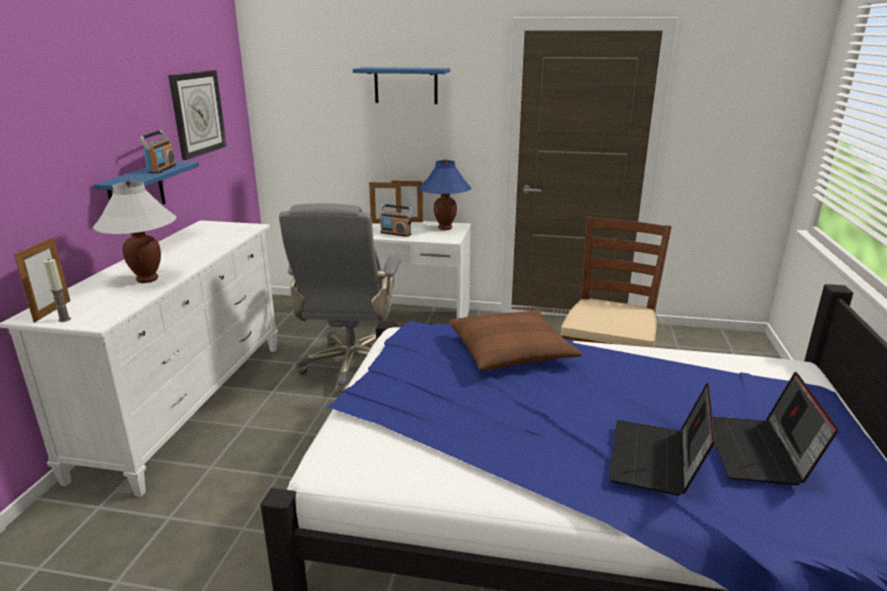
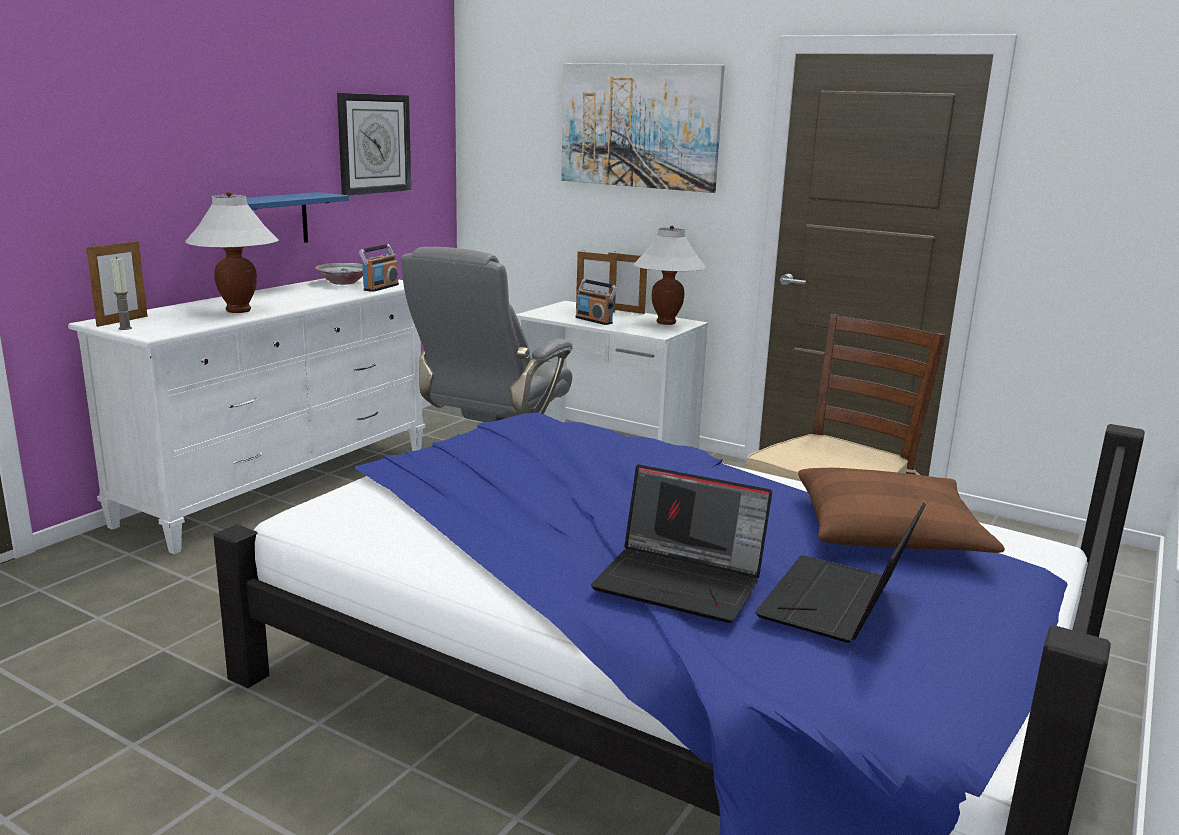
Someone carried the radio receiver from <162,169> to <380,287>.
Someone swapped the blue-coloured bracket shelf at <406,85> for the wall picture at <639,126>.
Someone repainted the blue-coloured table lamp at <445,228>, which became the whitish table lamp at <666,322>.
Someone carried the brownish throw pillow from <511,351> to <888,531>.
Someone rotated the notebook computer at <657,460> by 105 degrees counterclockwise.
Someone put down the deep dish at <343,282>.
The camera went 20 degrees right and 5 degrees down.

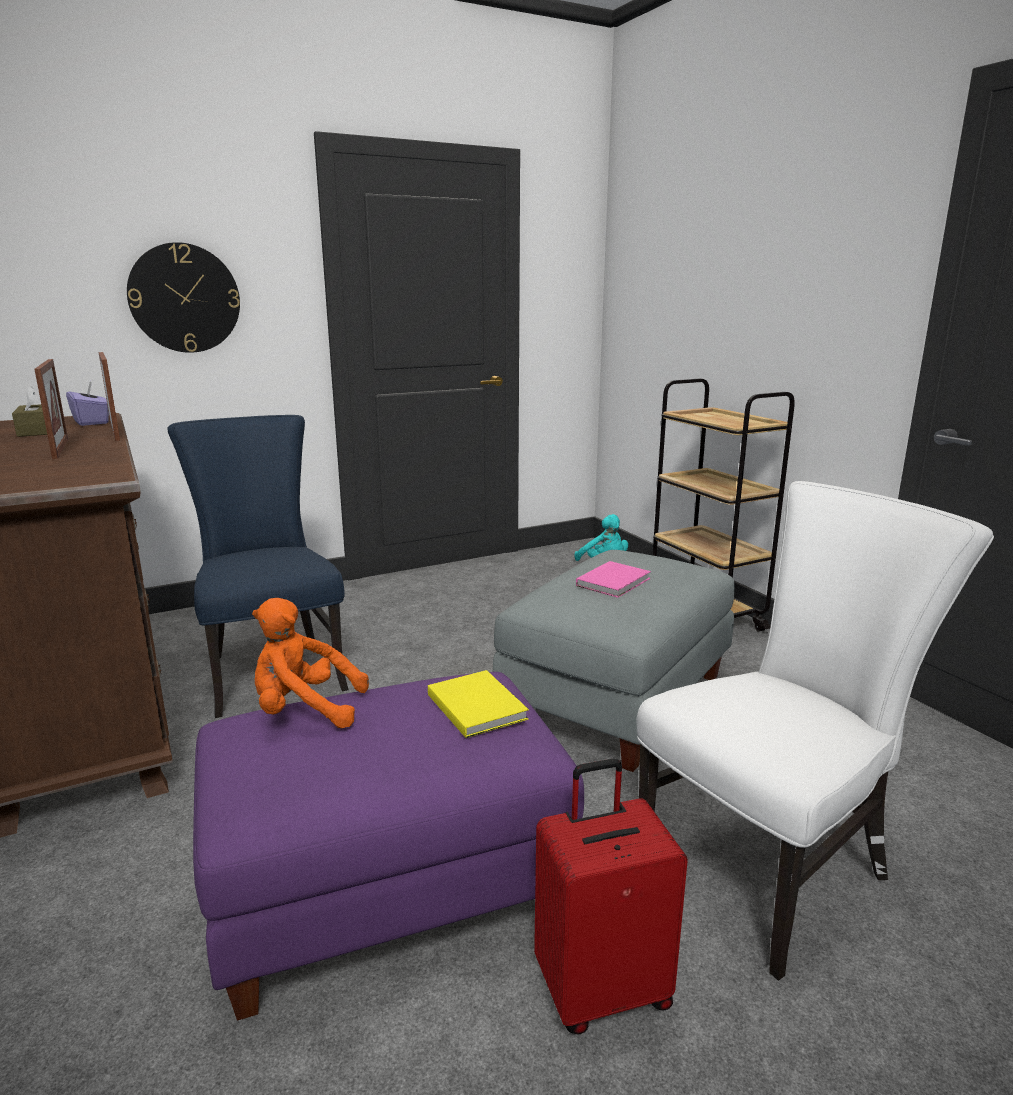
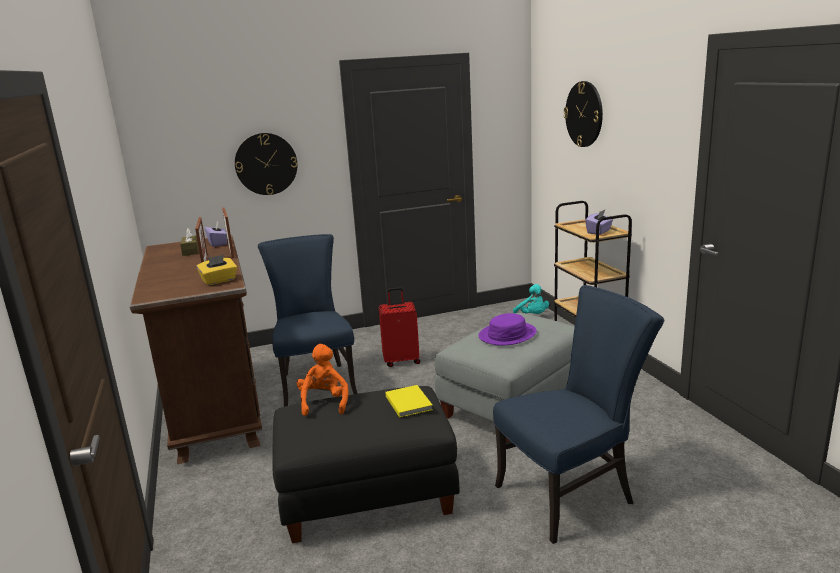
Someone repainted the purple pouffe at <390,888>, which became the blackish pouffe at <368,494>.
Someone rotated the orange plush toy at <304,710> by 75 degrees clockwise.
Someone carried the reddish travel case from <602,988> to <401,360>.
Someone swapped the pink volume at <615,582> for the purple wearable hat at <507,335>.
Someone repainted the whitish plain chair at <771,863>, which became the blue-coloured plain chair at <571,493>.
Someone put down the yellowish tissue holder at <219,281>.
Someone put up the clock on the wall at <584,114>.
Someone put down the purple tissue holder at <599,231>.
The camera went 10 degrees right and 0 degrees up.

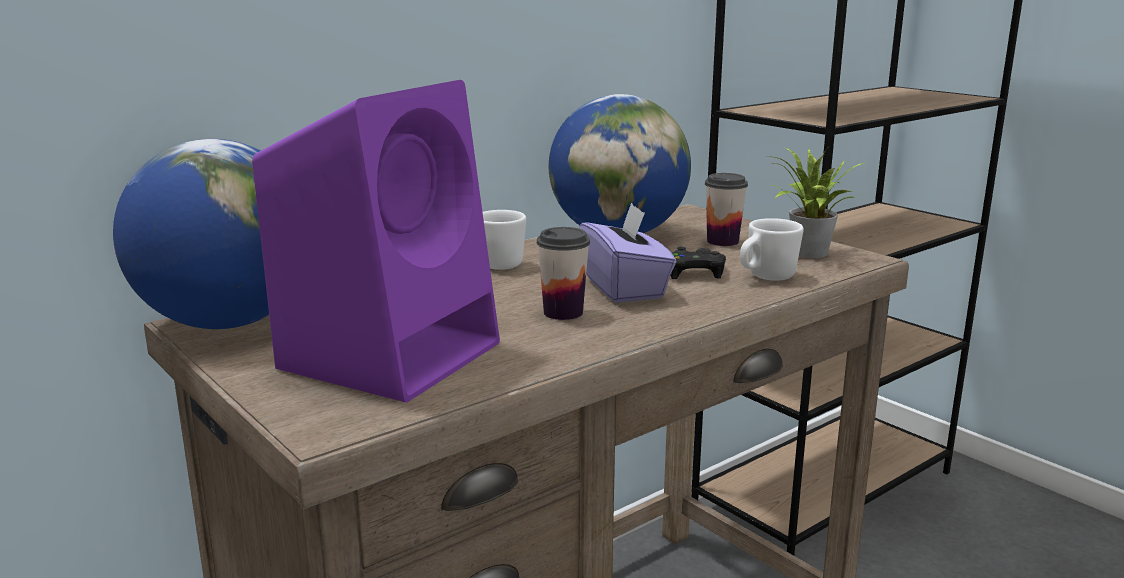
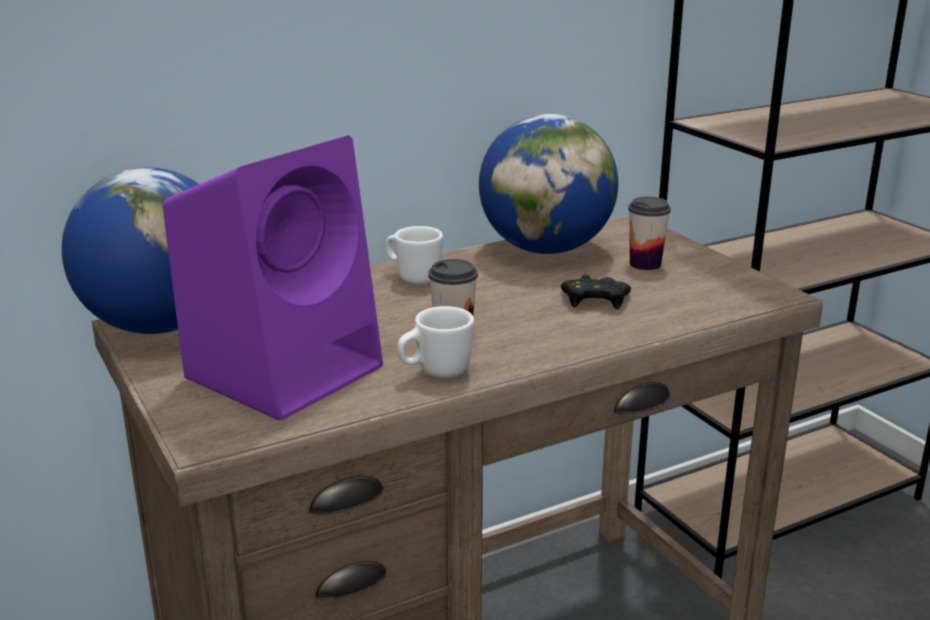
Someone took away the purple tissue holder at <625,288>.
Someone carried the whitish coffee mug from <765,278> to <435,372>.
Someone took away the potted plant at <806,253>.
The camera went 10 degrees right and 5 degrees up.

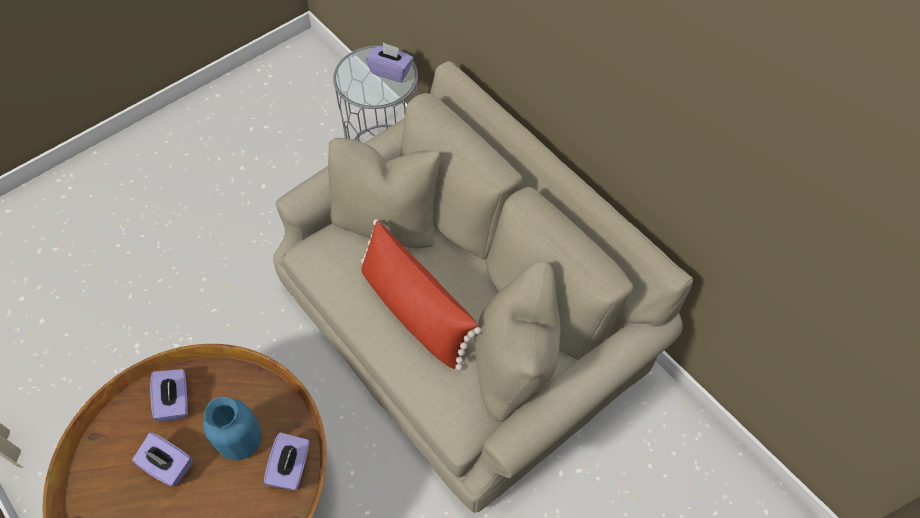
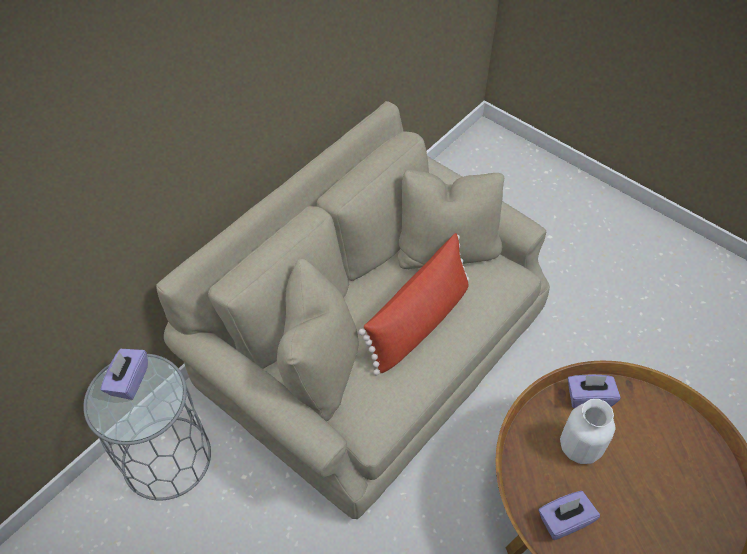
Someone took away the purple tissue holder at <168,466>.
Someone repainted the blue-coloured decorative vase at <240,440>, which became the whitish decorative vase at <580,446>.
The camera went 100 degrees left and 5 degrees down.

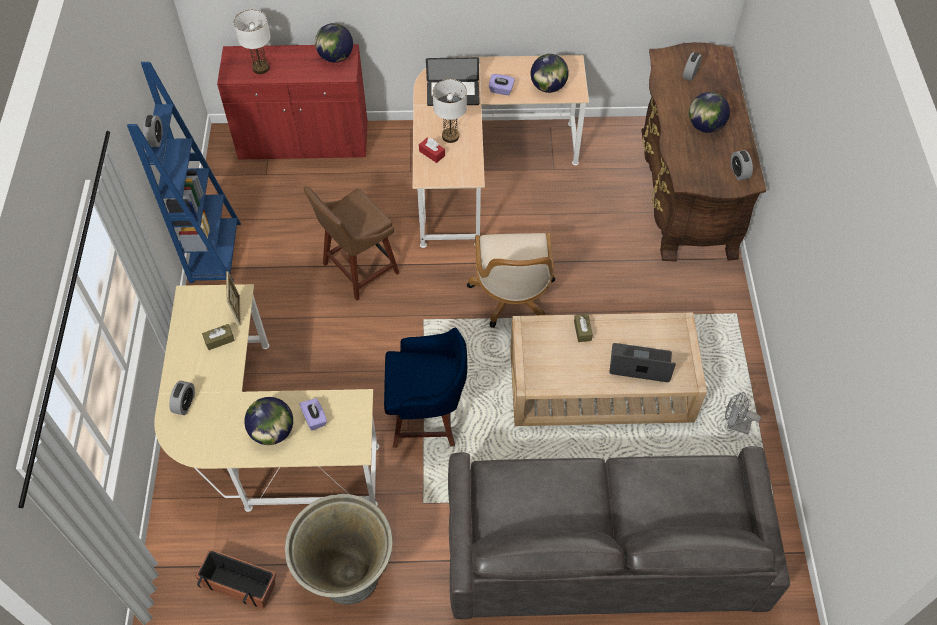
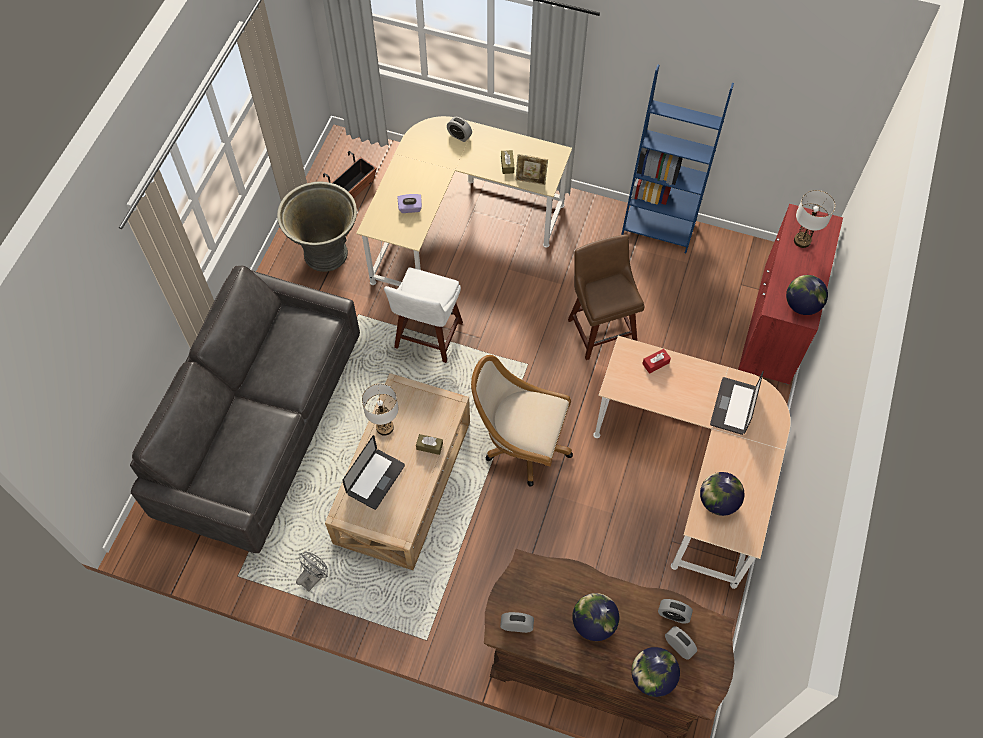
Someone carried the table clock from <155,139> to <673,614>.
Someone carried the desk globe from <272,432> to <652,677>.
Someone swapped the blue-coloured sitting stool at <427,421> for the whitish plain chair at <427,338>.
Someone carried the table lamp from <450,136> to <385,427>.
Someone took away the purple tissue holder at <501,90>.
The camera went 110 degrees right and 5 degrees up.

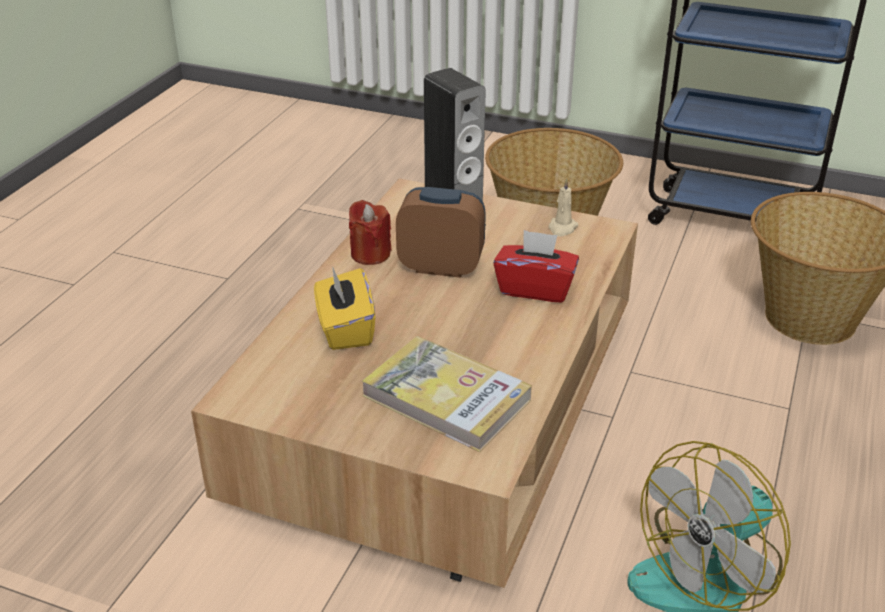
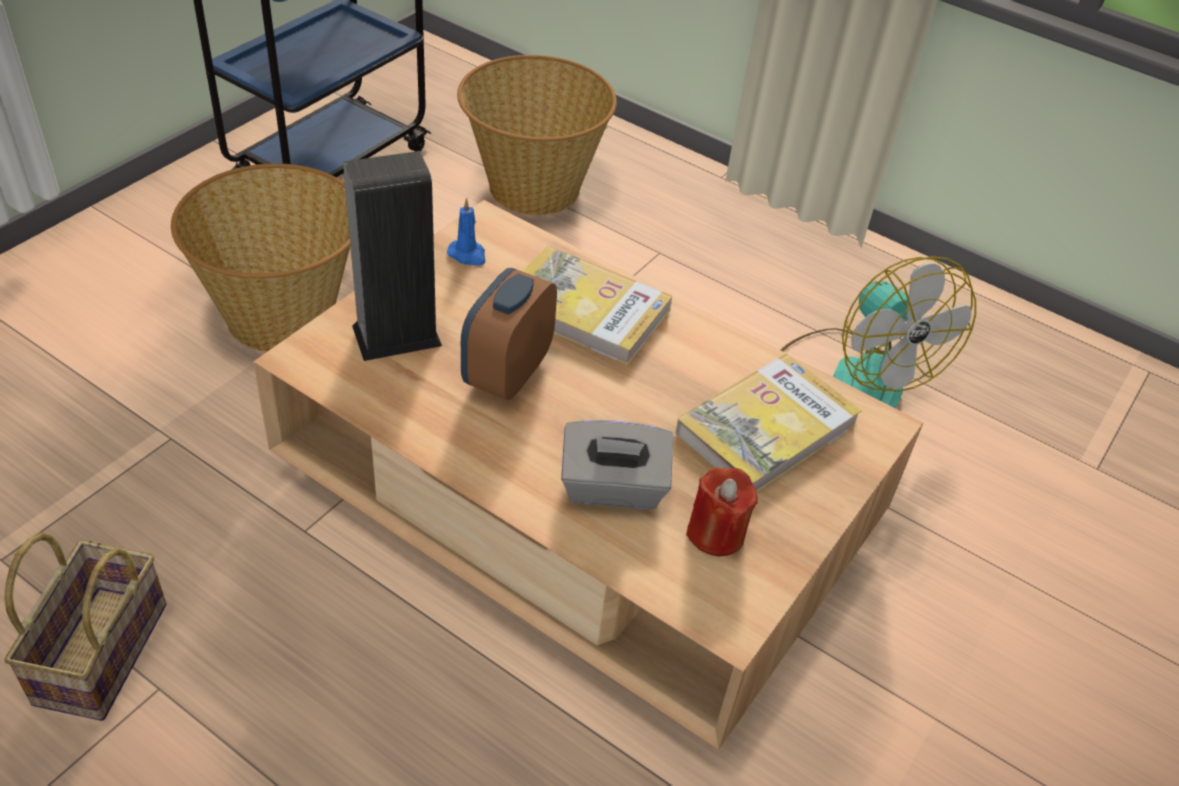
Someone repainted the yellowish tissue holder at <345,329>, which became the gray tissue holder at <613,488>.
Someone carried the reddish wax light from <370,254> to <716,533>.
Someone swapped the reddish tissue holder at <535,288> for the volume at <585,310>.
Someone repainted the beige-coloured wax light at <562,228>, which became the blue-coloured wax light at <468,255>.
Someone put down the household basket at <100,649>.
The camera went 80 degrees left and 10 degrees up.

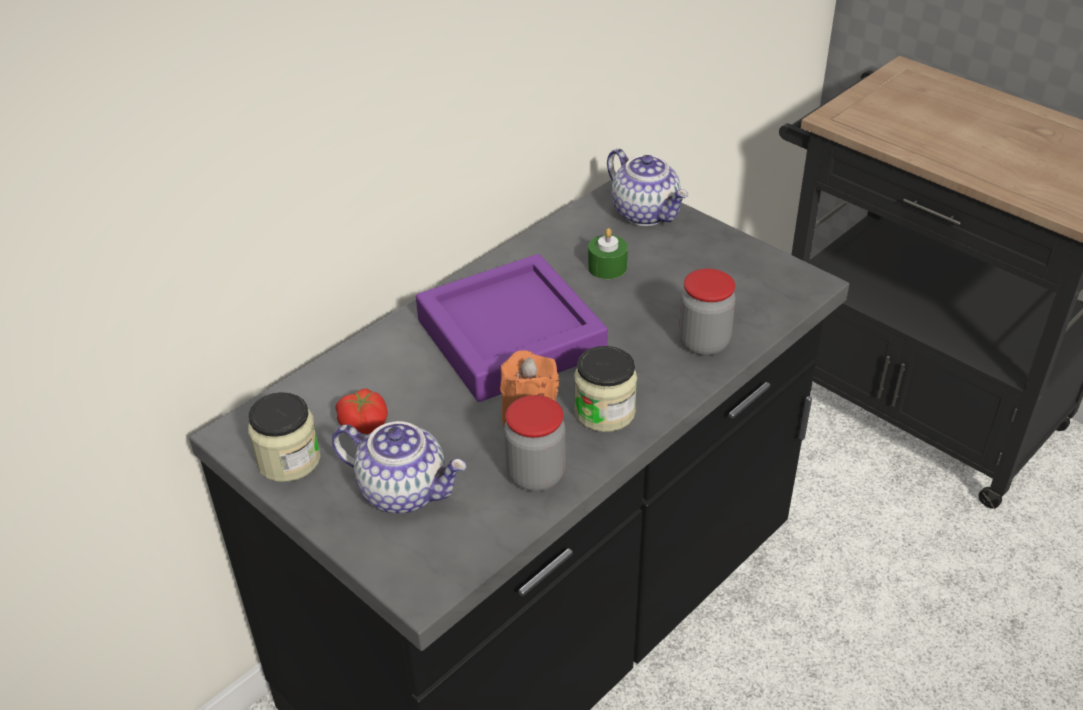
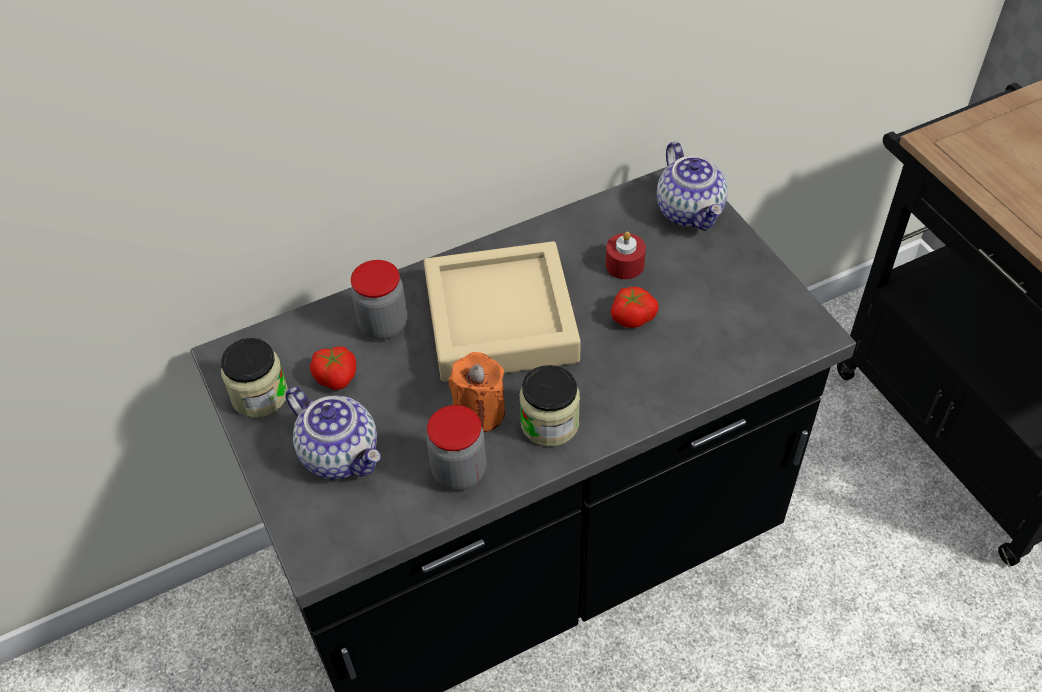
Someone repainted the purple tray at <510,338>, which became the beige-coloured tray at <500,320>.
Someone repainted the green wax light at <607,267>, which became the reddish wax light at <624,265>.
Someone carried the jar from <703,342> to <383,325>.
Someone put down the whole tomato at <632,316>.
The camera went 20 degrees right and 10 degrees up.

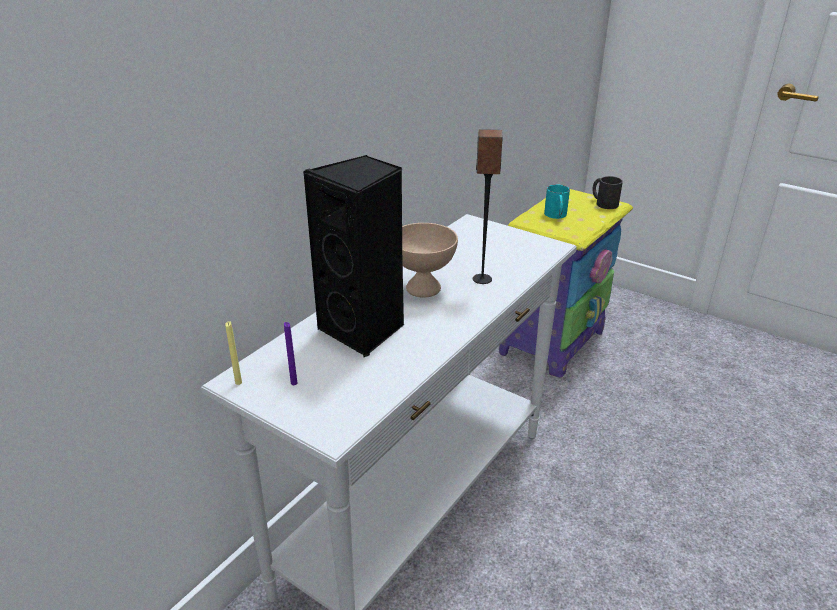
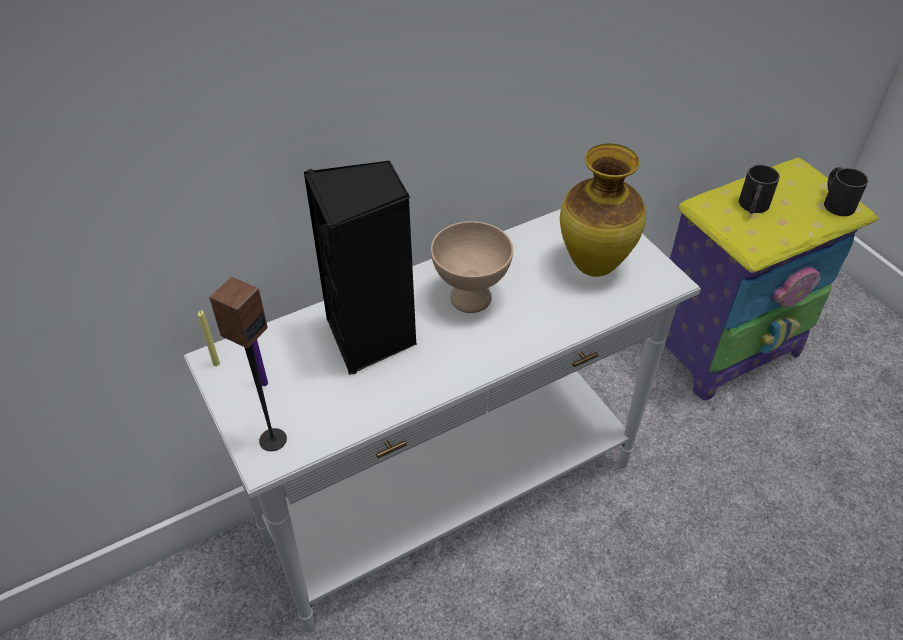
Someone carried the audio speaker from <481,279> to <272,439>.
Someone repainted the turquoise coffee mug at <556,216>, which became the blackish coffee mug at <752,207>.
Someone put down the decorative vase at <593,267>.
The camera went 25 degrees right and 15 degrees up.

